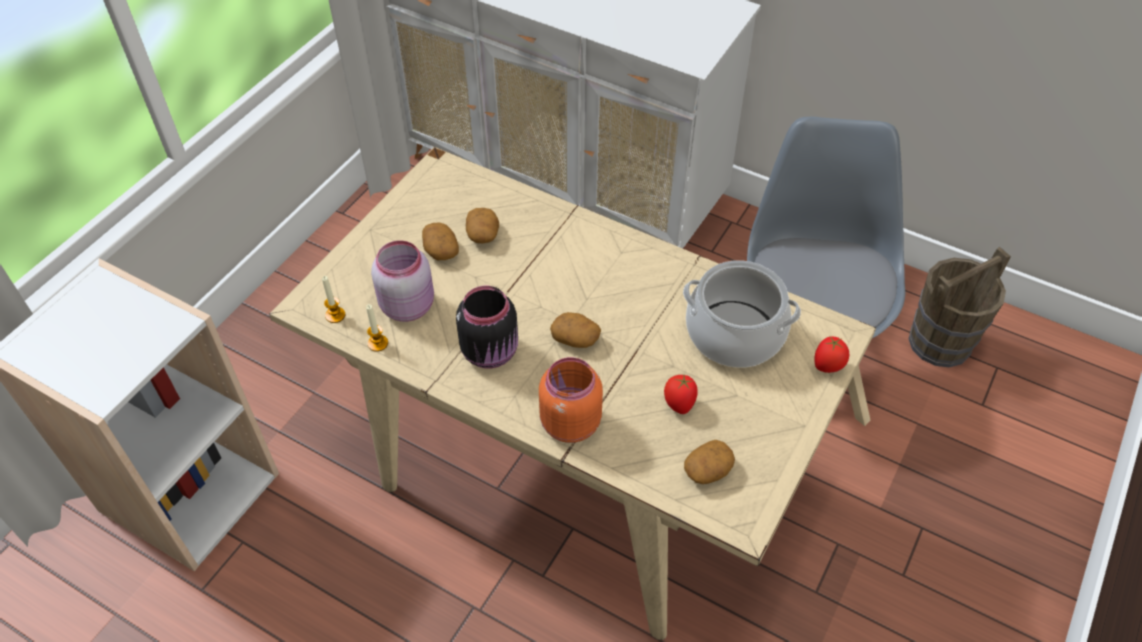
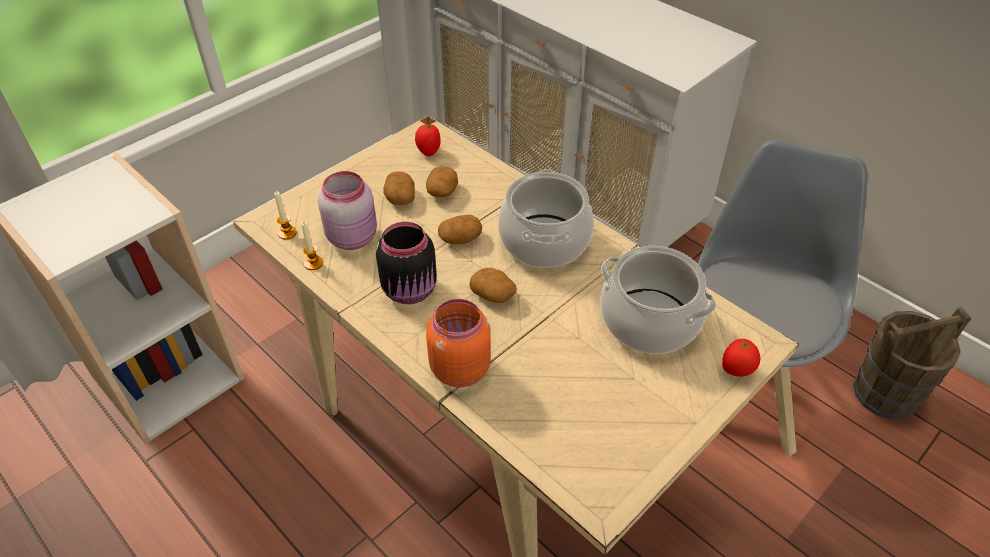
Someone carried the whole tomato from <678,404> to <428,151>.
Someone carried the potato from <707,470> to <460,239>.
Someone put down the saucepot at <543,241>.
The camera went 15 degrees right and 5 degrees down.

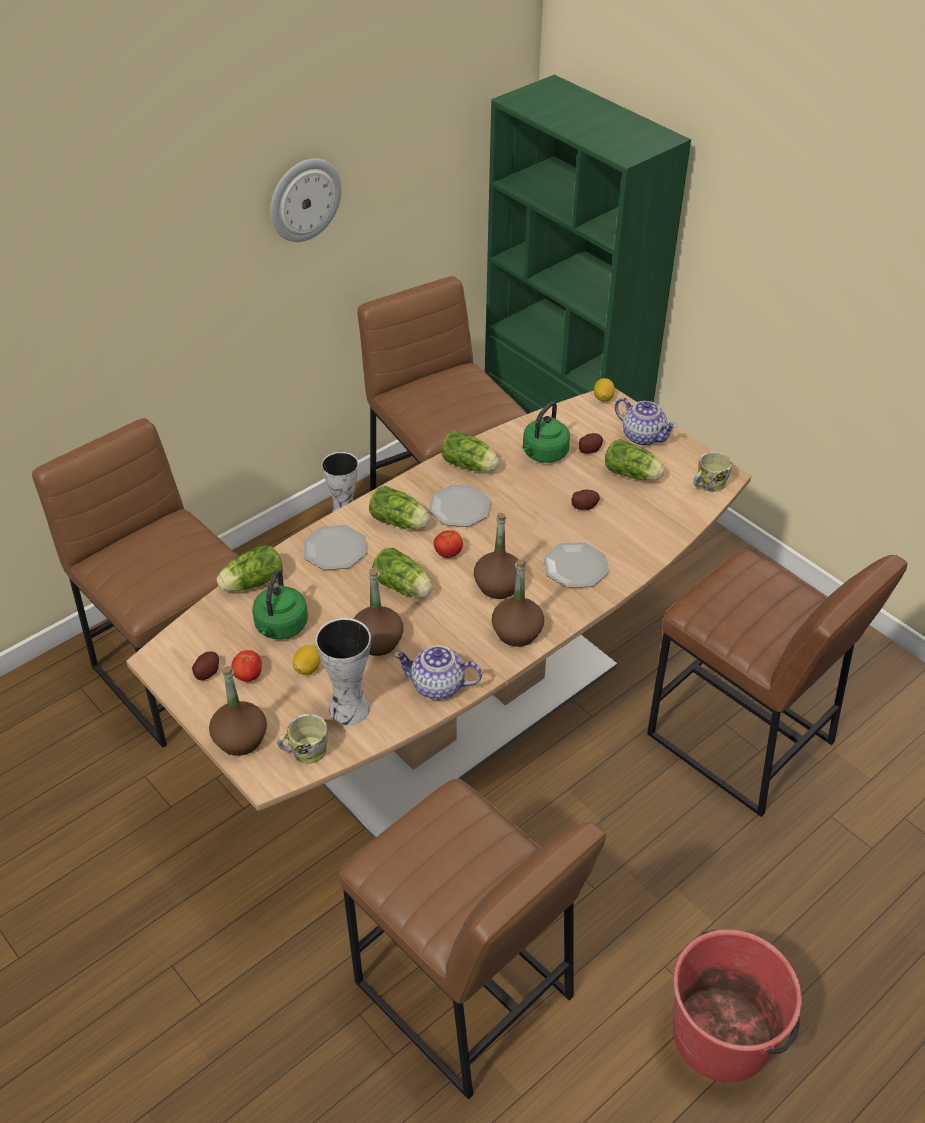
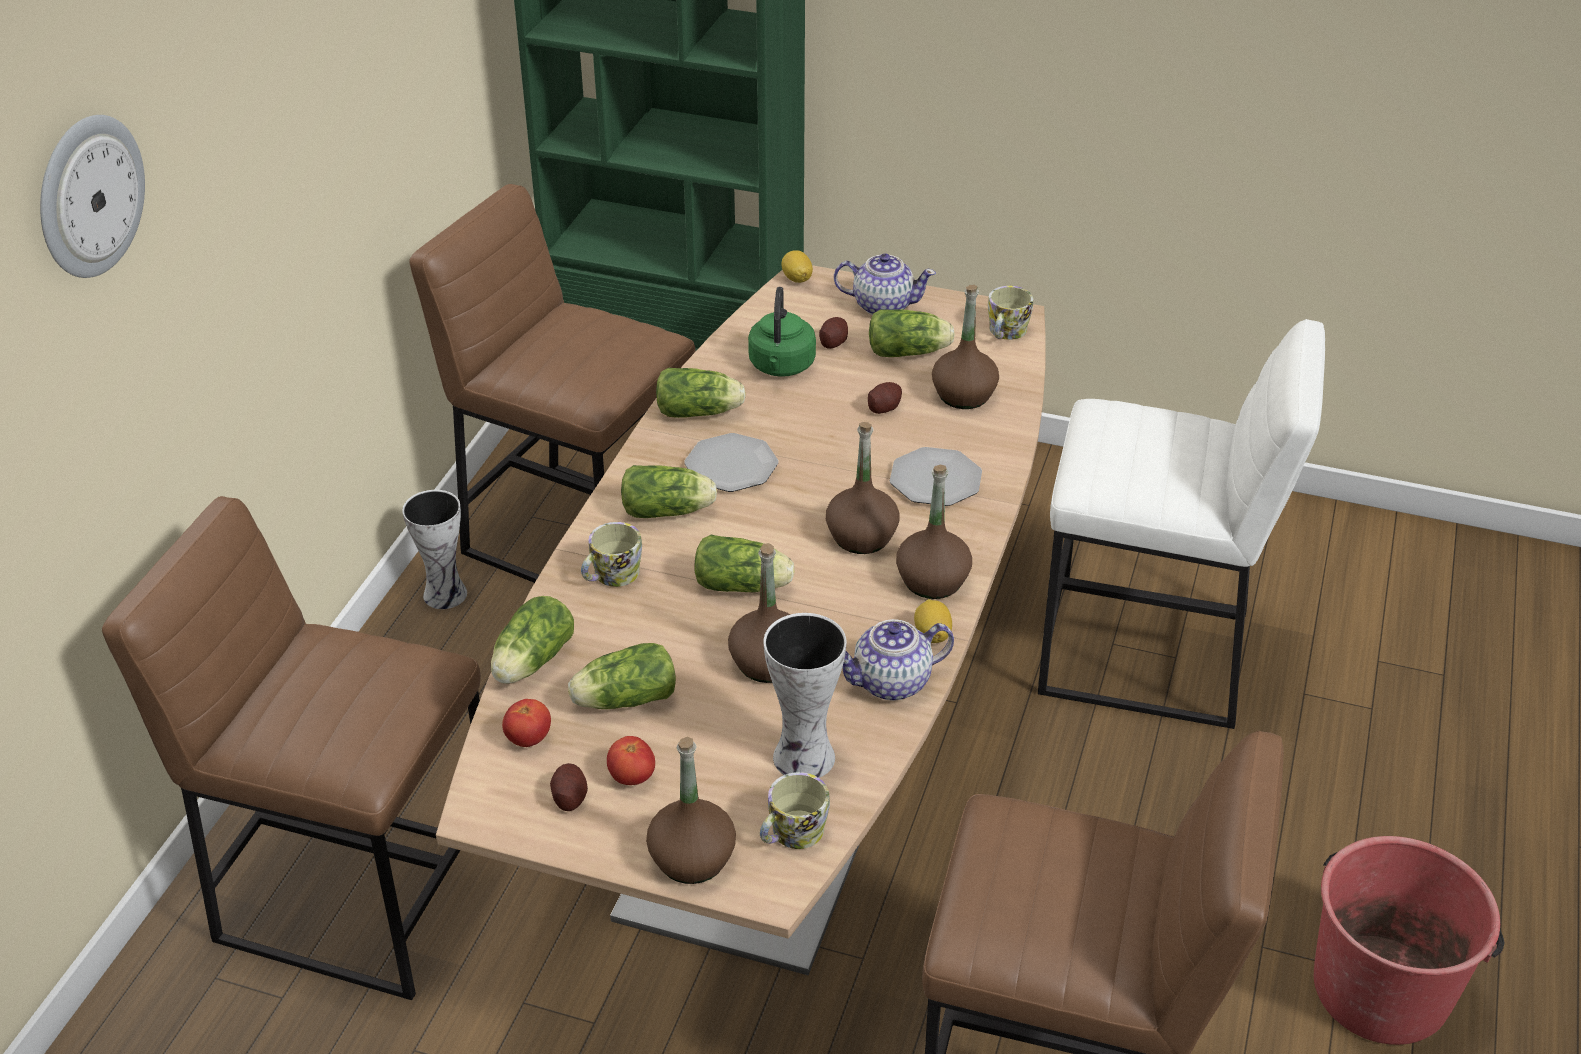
Someone swapped the green water kettle at <280,627> for the lettuce head at <622,700>.
Someone carried the clock on the wall from <304,199> to <88,196>.
Someone carried the whole lemon from <308,668> to <932,635>.
Someone swapped the flat dish at <335,549> for the coffee mug at <611,576>.
Someone carried the whole tomato from <448,553> to <528,738>.
Someone repainted the brownish plain chair at <742,740>, which became the whitish plain chair at <1148,653>.
Someone put down the brownish beverage bottle at <963,395>.
The camera went 30 degrees left and 5 degrees down.

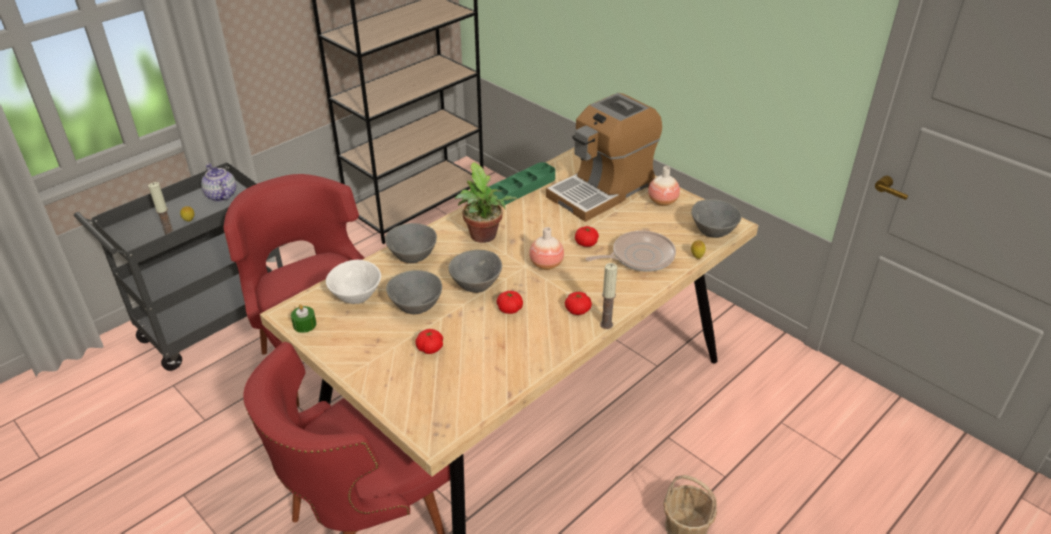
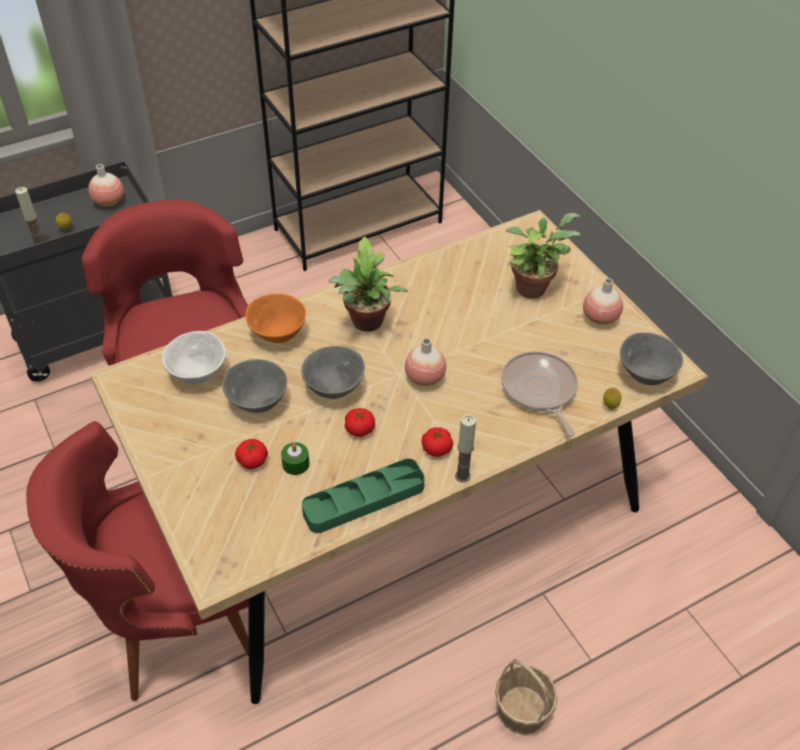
Someone swapped the tea pot at <220,195> for the decorative vase at <109,201>.
Someone carried the green wax light from <304,325> to <295,464>.
Someone repainted the gray deep dish at <412,258>, which became the orange deep dish at <277,335>.
Someone carried the green tray from <519,189> to <364,499>.
Someone swapped the coffee maker at <602,190> for the potted plant at <533,286>.
Someone took away the whole tomato at <586,243>.
Someone rotated the pan at <639,256> by 105 degrees counterclockwise.
The camera went 15 degrees right and 10 degrees up.

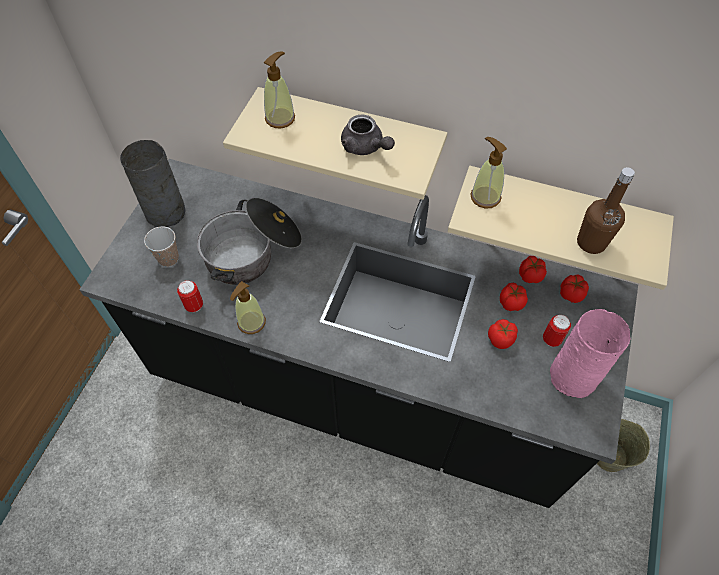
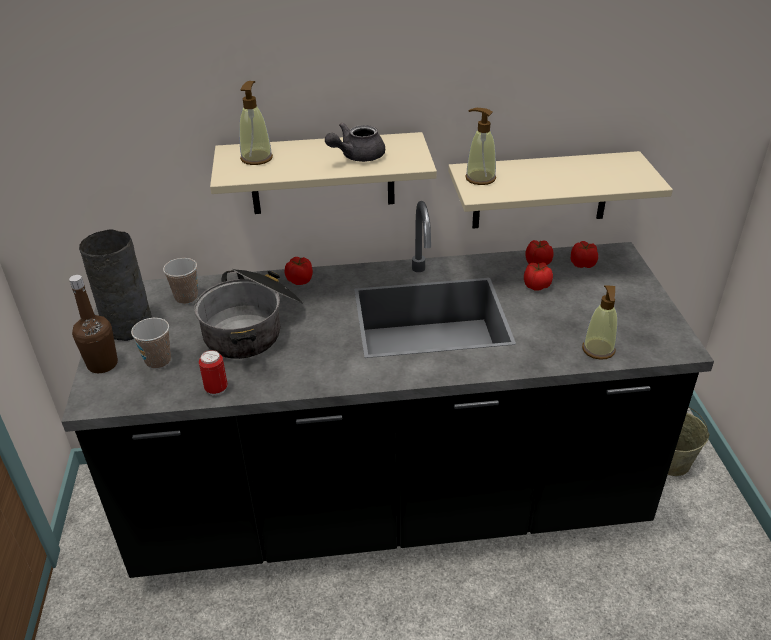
Someone carried the liquid soap bottle from <251,322> to <598,350>.
Someone rotated the gray tea pot at <365,147> by 120 degrees clockwise.
Someone carried the whole tomato from <501,339> to <300,280>.
Someone took away the can at <551,339>.
Someone took away the pink decorative vase at <574,377>.
Someone carried the brownish beverage bottle from <591,243> to <102,364>.
Someone put down the small cup at <186,298>.
The camera went 25 degrees left and 20 degrees down.

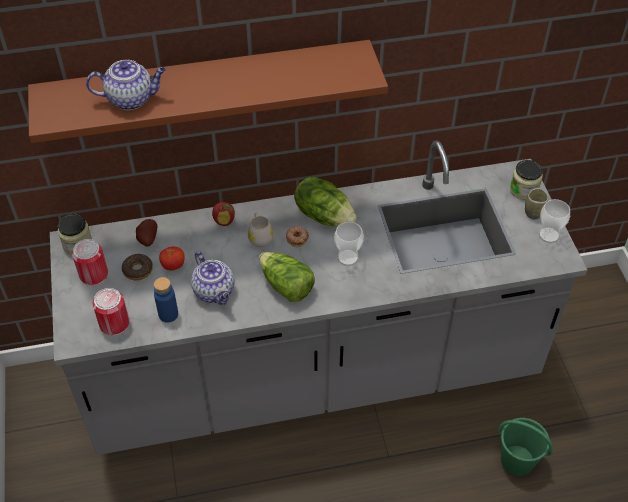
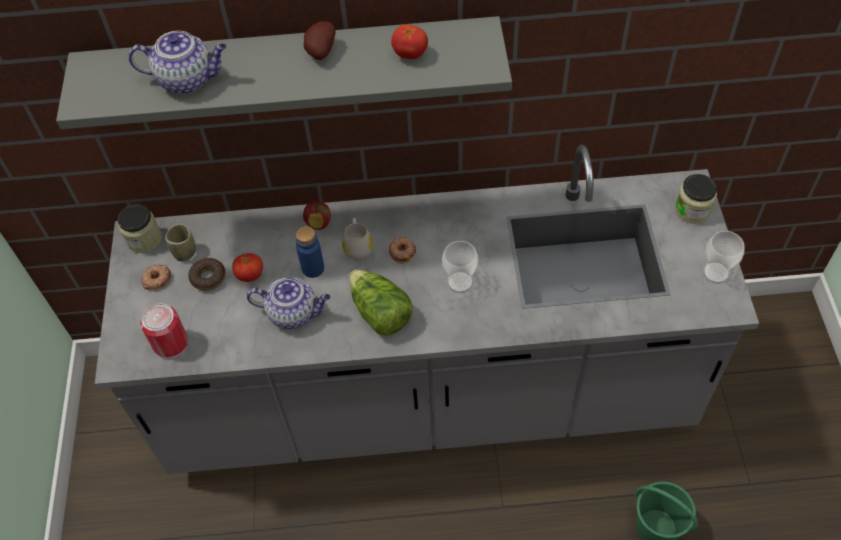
Someone repainted the brownish bracket shelf at <206,88>, which became the gray bracket shelf at <291,67>.
Someone swapped the can at <94,275> for the doughnut at <156,279>.
Someone carried the potato from <147,239> to <319,52>.
Someone carried the blue-coloured beverage bottle from <168,314> to <313,268>.
Someone rotated the tea pot at <215,292> by 60 degrees counterclockwise.
Someone took away the lettuce head at <324,215>.
Someone carried the small cup from <533,212> to <185,252>.
Someone put down the whole tomato at <410,54>.
The camera went 10 degrees right and 5 degrees up.

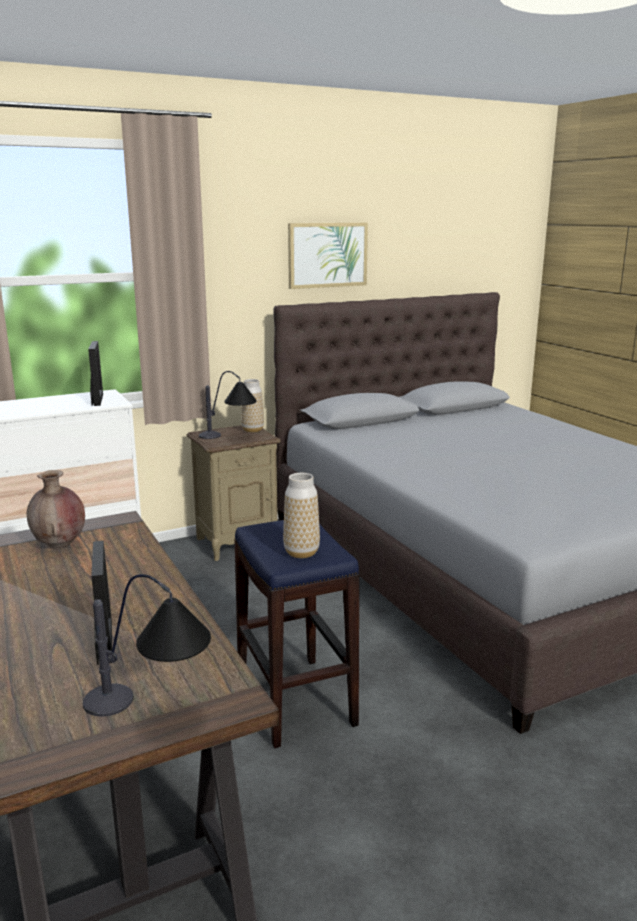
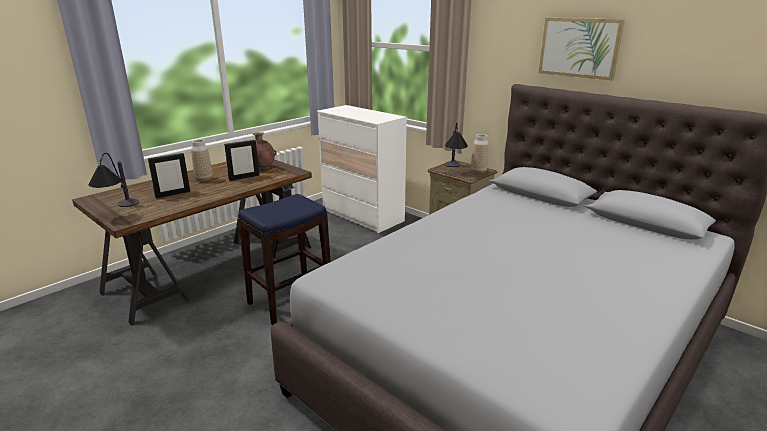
Someone carried the photo frame from <97,400> to <244,177>.
Someone carried the decorative vase from <301,552> to <204,179>.
The camera went 70 degrees right and 5 degrees up.

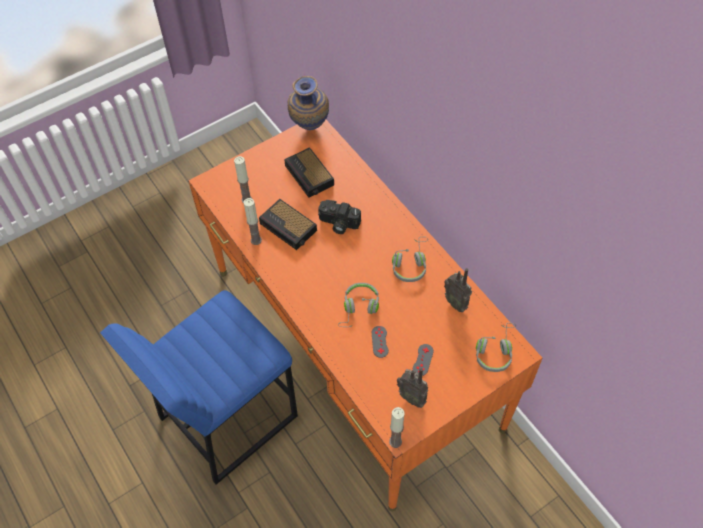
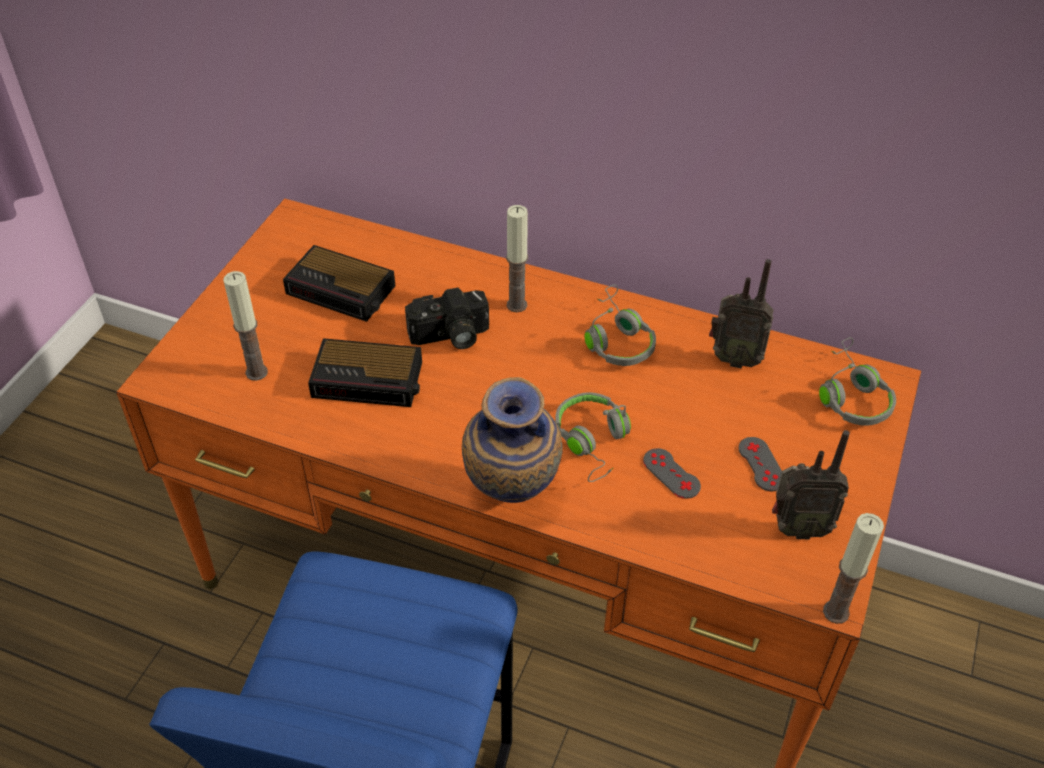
Someone carried the wax light from <256,240> to <516,305>.
Someone carried the decorative vase from <309,128> to <510,498>.
The camera went 35 degrees left and 10 degrees down.

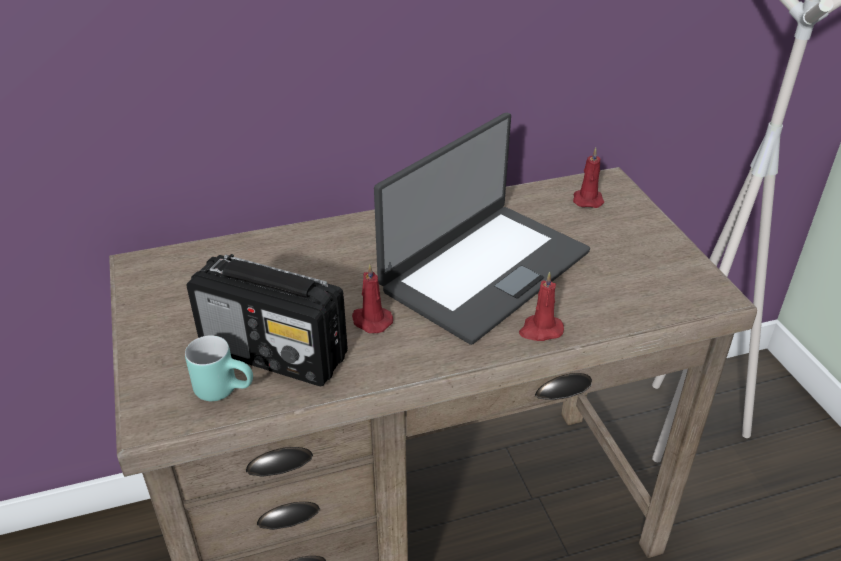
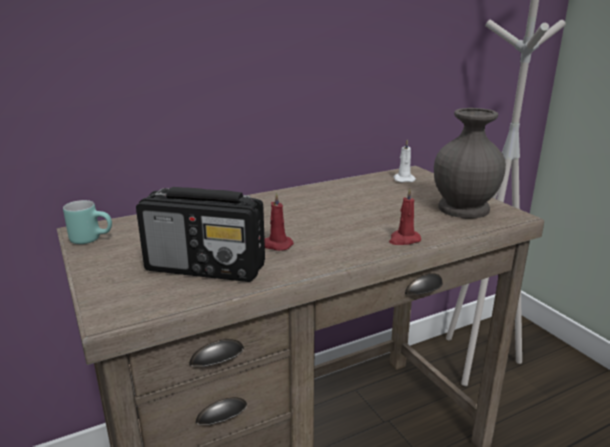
Someone carried the turquoise coffee mug from <226,388> to <92,239>.
Someone took away the notebook computer at <484,270>.
Someone repainted the reddish wax light at <587,199>, which became the whitish wax light at <403,179>.
Someone put down the gray decorative vase at <462,209>.
The camera went 10 degrees left and 15 degrees down.

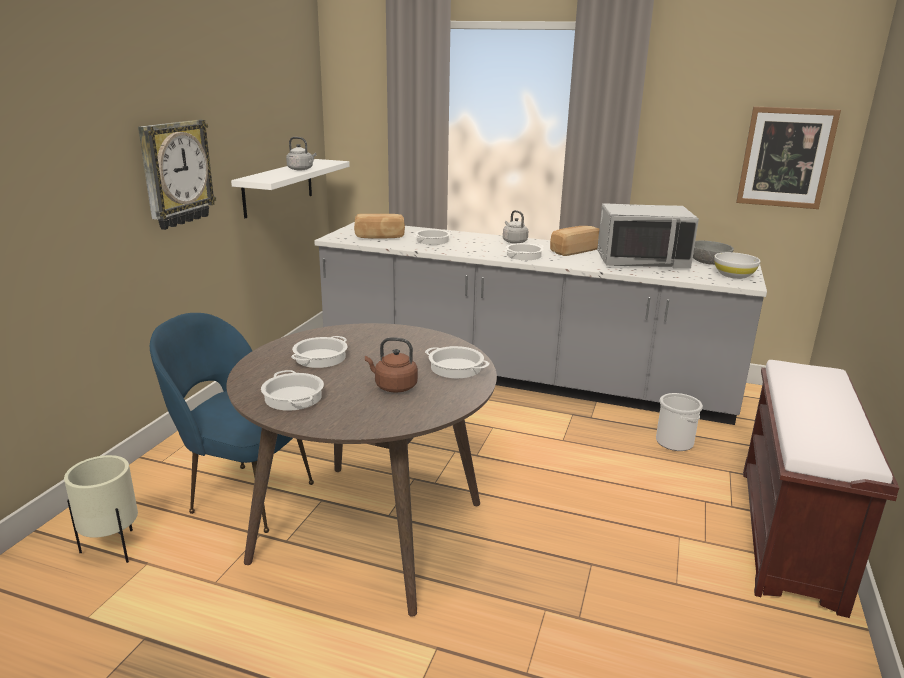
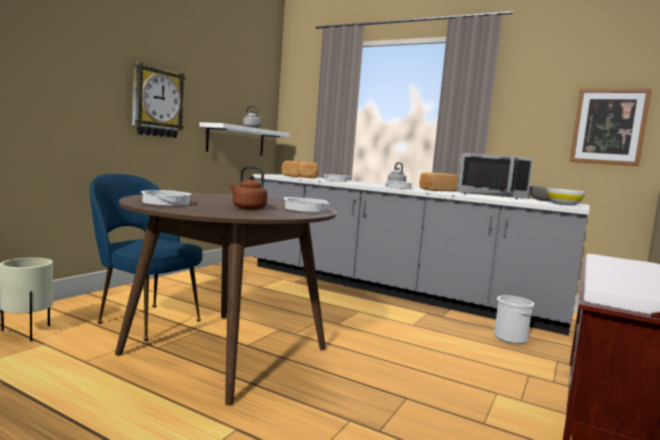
Someone took away the saucepot at <320,357>.
The camera went 10 degrees right and 15 degrees down.

